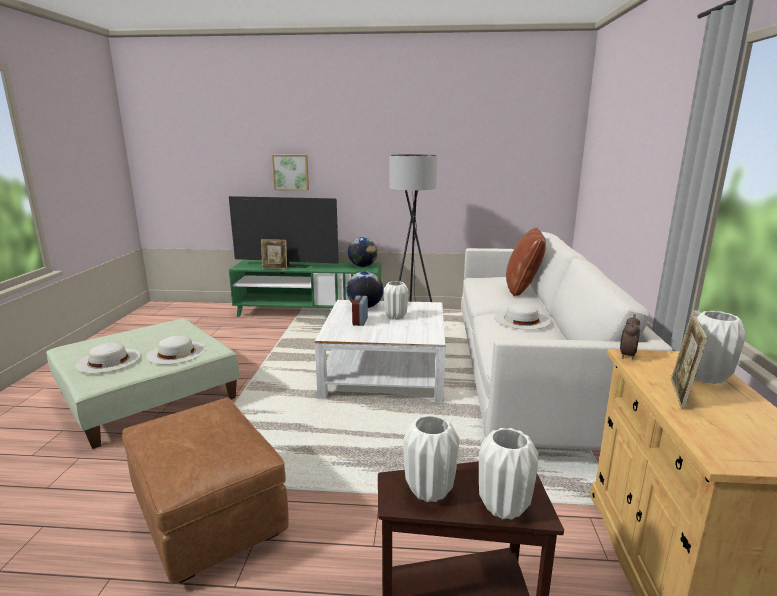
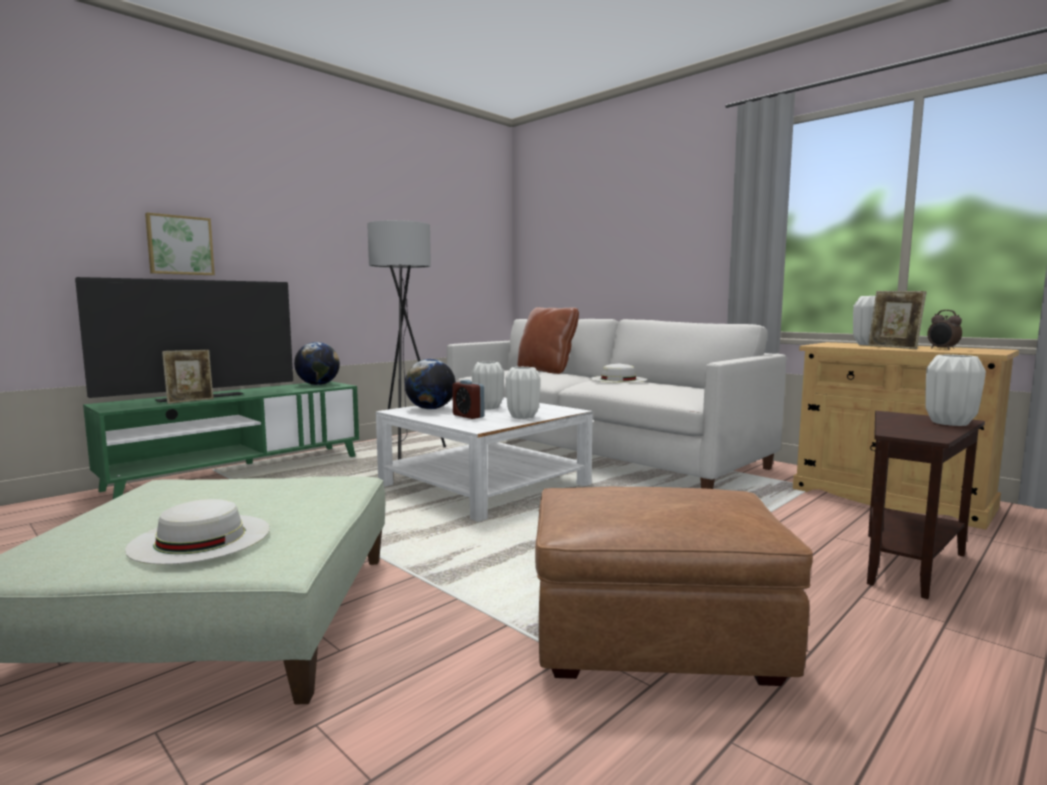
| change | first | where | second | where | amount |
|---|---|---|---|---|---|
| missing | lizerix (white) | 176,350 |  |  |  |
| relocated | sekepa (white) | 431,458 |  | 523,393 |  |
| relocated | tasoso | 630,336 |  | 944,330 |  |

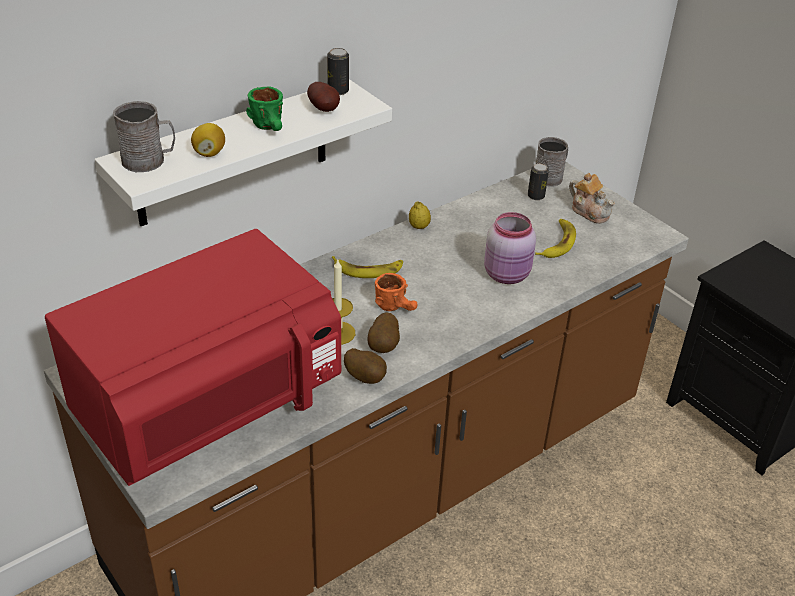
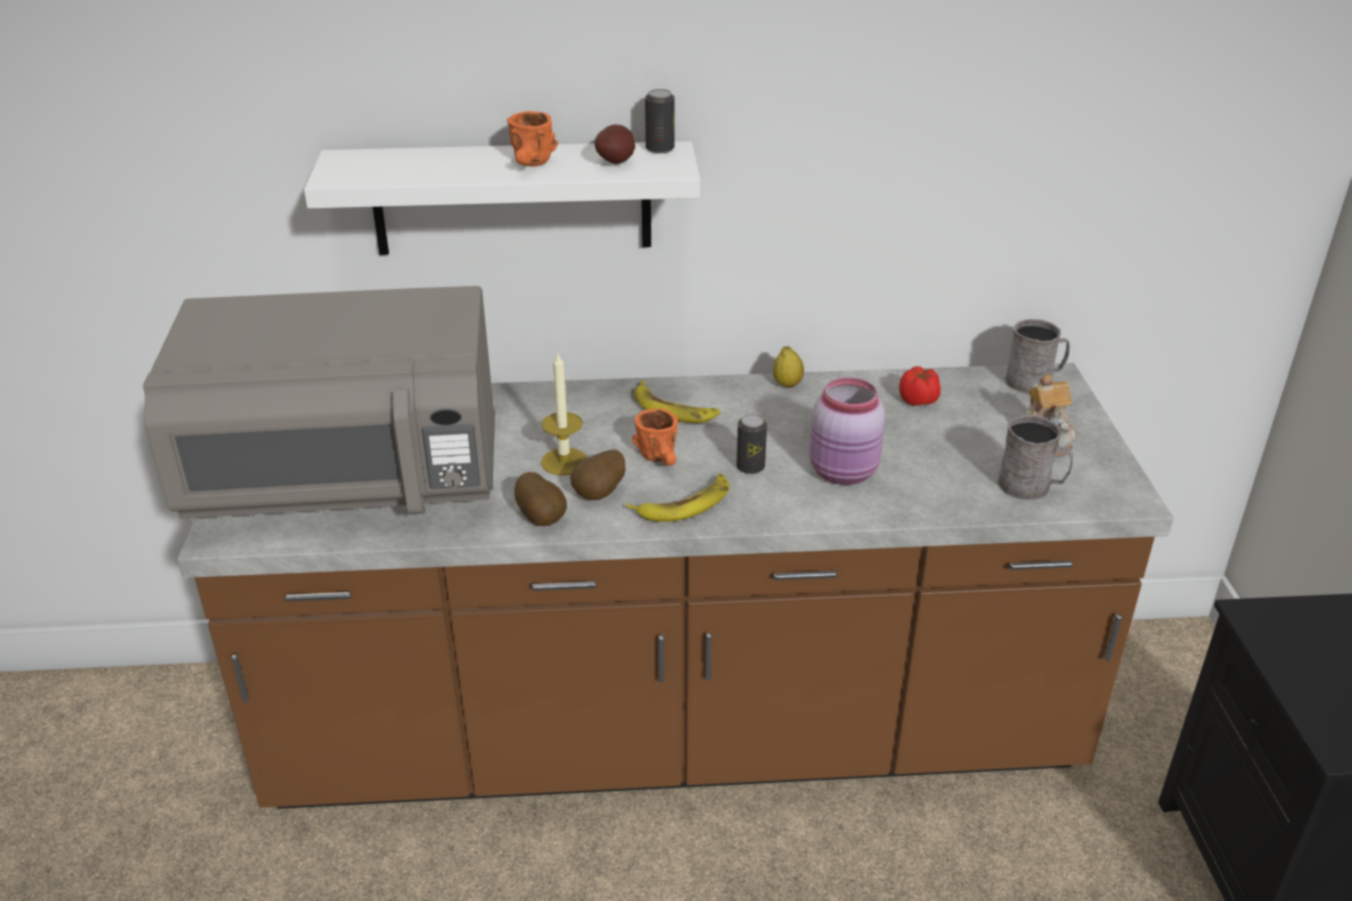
| change | first | where | second | where | amount |
|---|---|---|---|---|---|
| colour | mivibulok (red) | 193,357 | mivibulok (grey) | 319,402 |  |
| relocated | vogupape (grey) | 144,136 |  | 1035,457 |  |
| missing | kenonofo | 208,140 |  |  |  |
| colour | vogupape (green) | 264,109 | vogupape (orange) | 532,139 |  |
| relocated | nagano | 538,181 |  | 751,444 |  |
| relocated | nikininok | 555,238 |  | 677,497 |  |
| appeared |  |  | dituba | 920,386 |  |

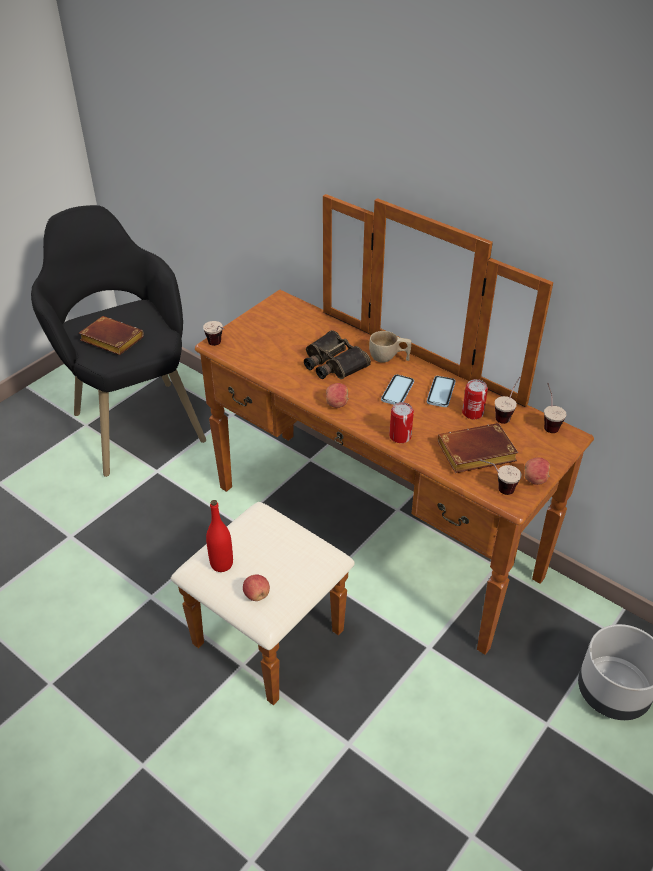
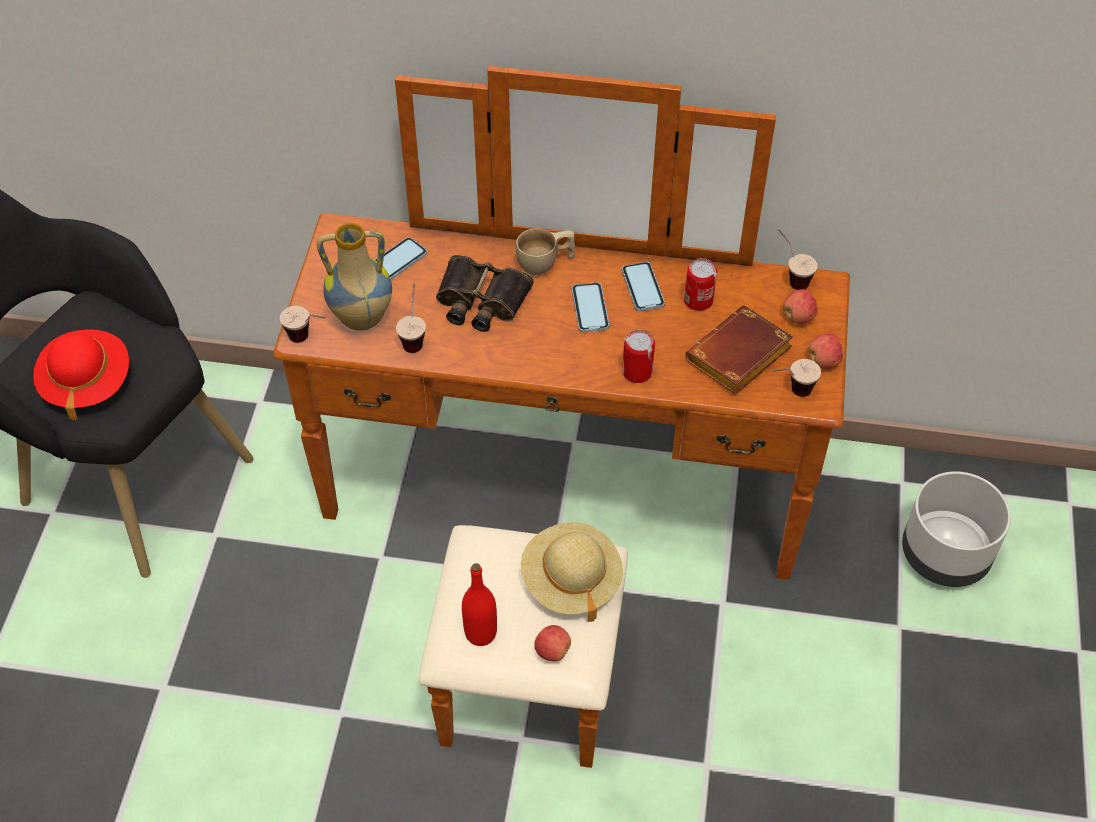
| change | first | where | second | where | amount |
|---|---|---|---|---|---|
| exchanged | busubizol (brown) | 111,335 | lizerix (red) | 81,375 |  |
| relocated | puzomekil | 337,395 |  | 800,306 |  |
| relocated | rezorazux | 507,400 |  | 411,318 |  |
| appeared |  |  | sekepa | 354,277 |  |
| appeared |  |  | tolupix | 401,258 |  |
| appeared |  |  | lizerix (beige) | 572,572 |  |

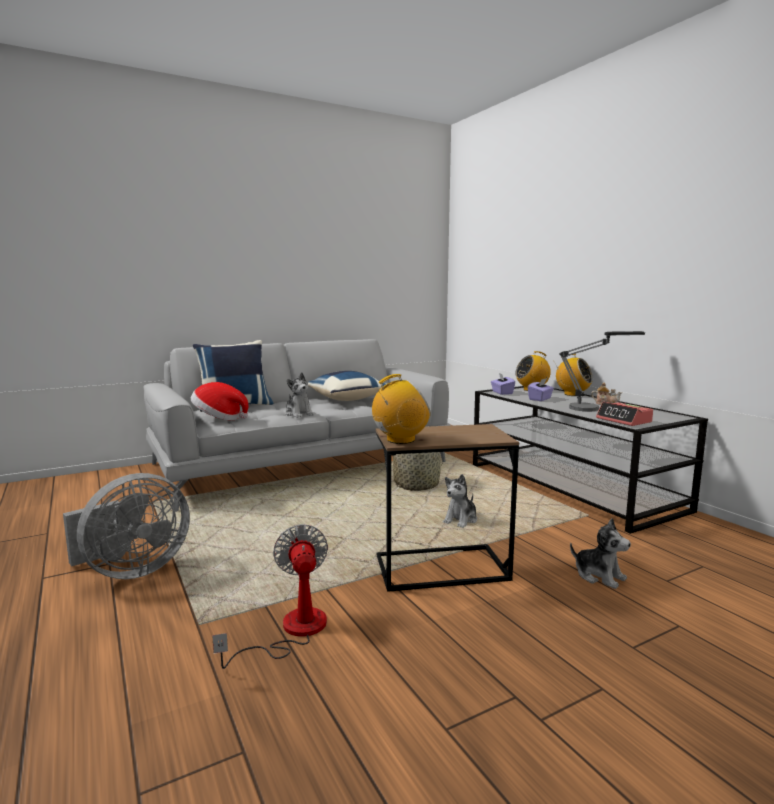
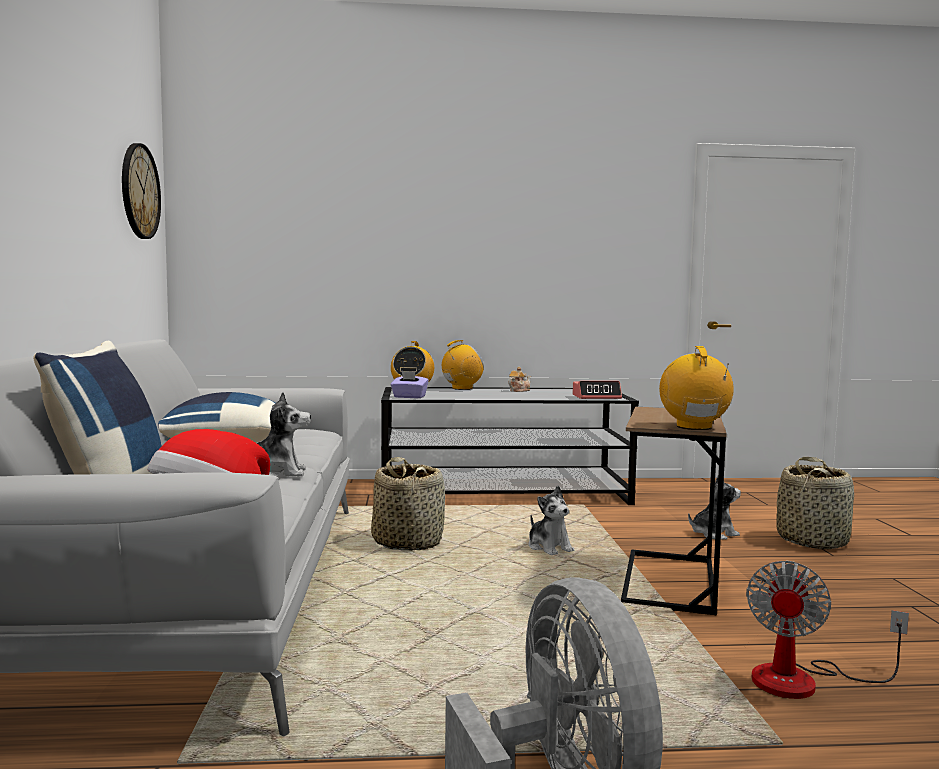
| change | first | where | second | where | amount |
|---|---|---|---|---|---|
| spun | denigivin | 270,596 |  | 827,629 | 75 degrees counterclockwise |
| missing | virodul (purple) | 541,389 |  |  |  |
| missing | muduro | 602,371 |  |  |  |
| appeared |  |  | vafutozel | 141,191 |  |
| appeared |  |  | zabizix | 815,503 |  |

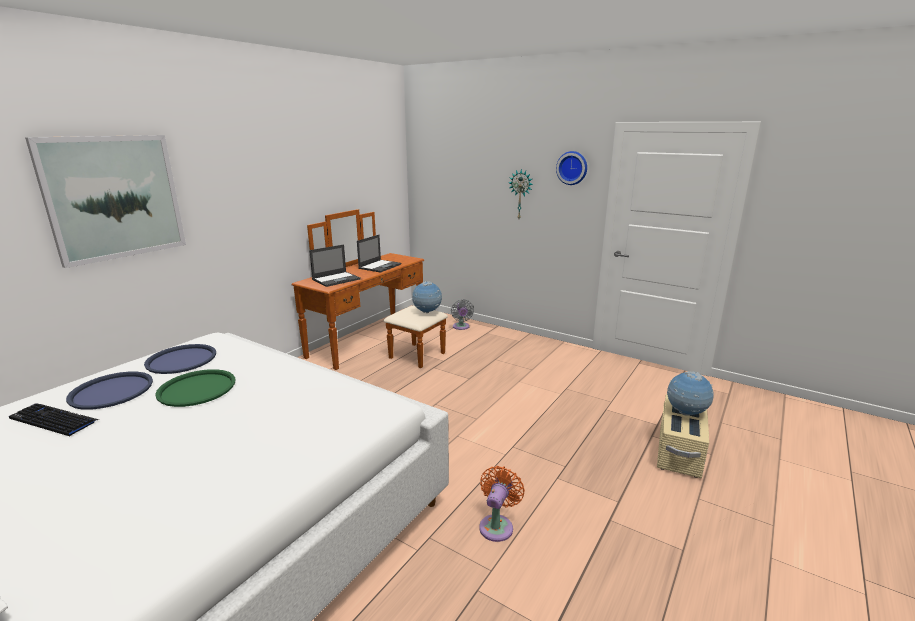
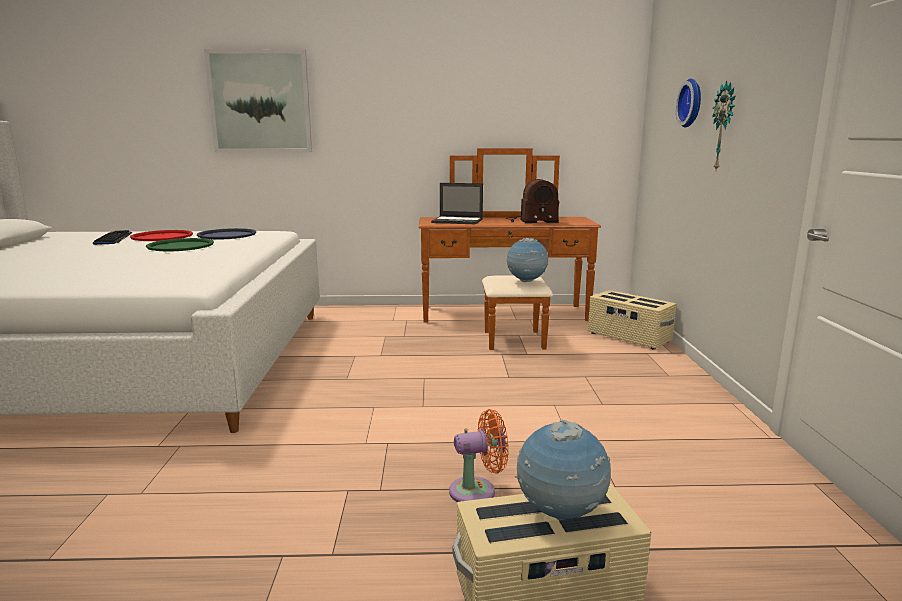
| change | first | where | second | where | amount |
|---|---|---|---|---|---|
| colour | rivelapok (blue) | 109,391 | rivelapok (red) | 161,235 |  |
| exchanged | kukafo | 379,254 | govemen | 535,201 |  |
| exchanged | denigivin (grey) | 462,314 | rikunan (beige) | 632,320 |  |
| relocated | denigivin (orange) | 502,504 |  | 479,455 |  |
| relocated | vafutozel | 571,168 |  | 688,103 |  |

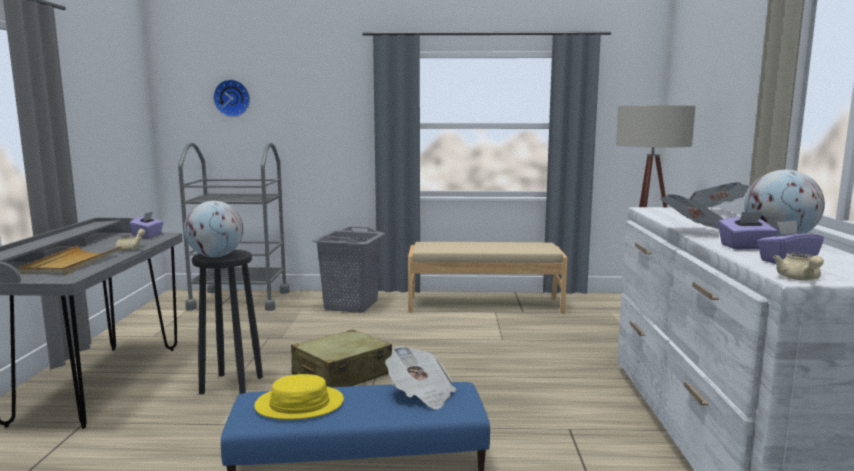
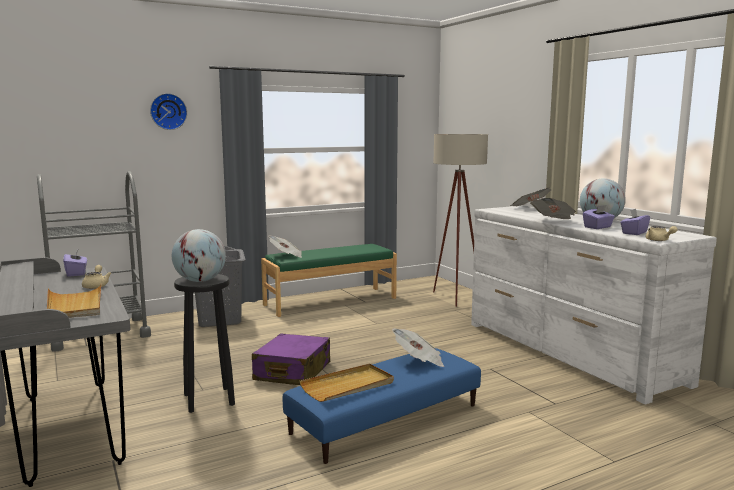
| change | first | where | second | where | amount |
|---|---|---|---|---|---|
| relocated | vafutozel | 231,98 |  | 168,111 |  |
| exchanged | lizerix (yellow) | 299,396 | rivelapok (beige) | 347,383 |  |
| colour | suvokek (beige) | 341,358 | suvokek (purple) | 291,359 |  |
| colour | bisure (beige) | 488,278 | bisure (green) | 329,280 |  |
| appeared |  |  | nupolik | 285,246 |  |

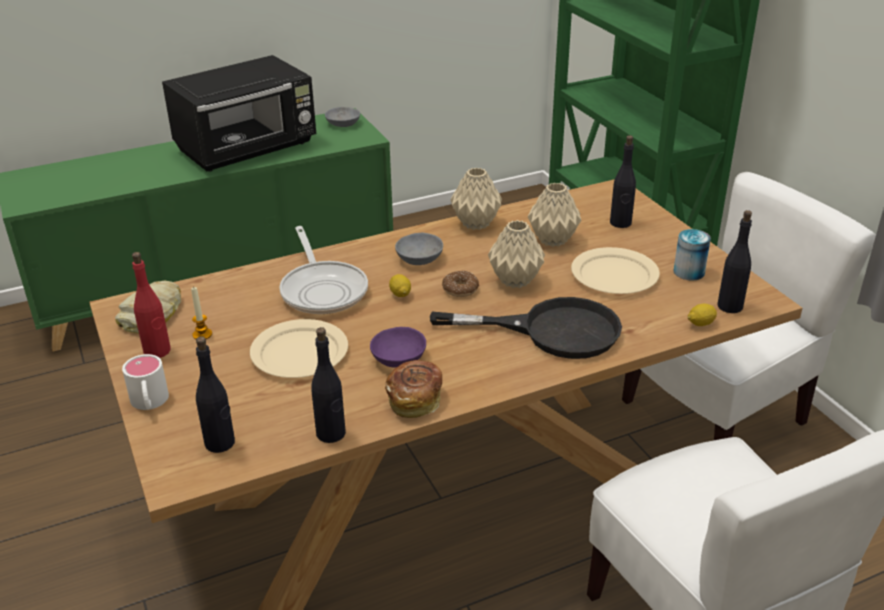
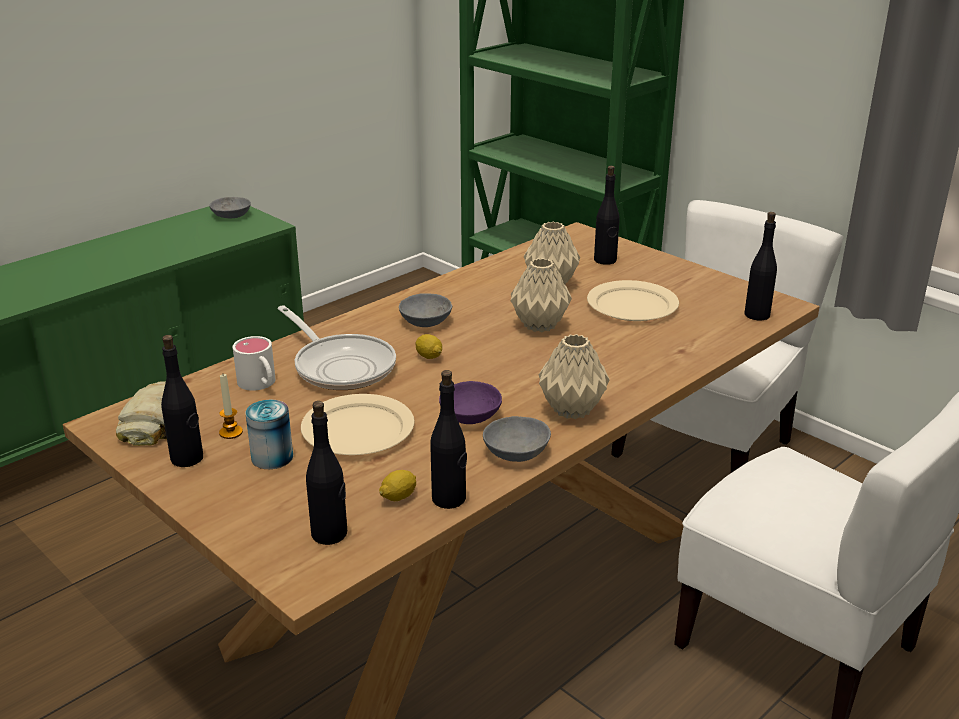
| change | first | where | second | where | amount |
|---|---|---|---|---|---|
| relocated | vogupape (white) | 145,382 |  | 254,363 |  |
| colour | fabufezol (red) | 151,305 | fabufezol (black) | 182,401 |  |
| missing | mivibulok (black) | 239,113 |  |  |  |
| exchanged | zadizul | 413,389 | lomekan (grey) | 517,439 |  |
| missing | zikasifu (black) | 526,328 |  |  |  |
| missing | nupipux | 460,284 |  |  |  |
| relocated | sekepa (beige) | 476,198 |  | 574,376 |  |
| relocated | nagano | 692,255 |  | 269,434 |  |
| relocated | kenonofo | 702,315 |  | 397,485 |  |

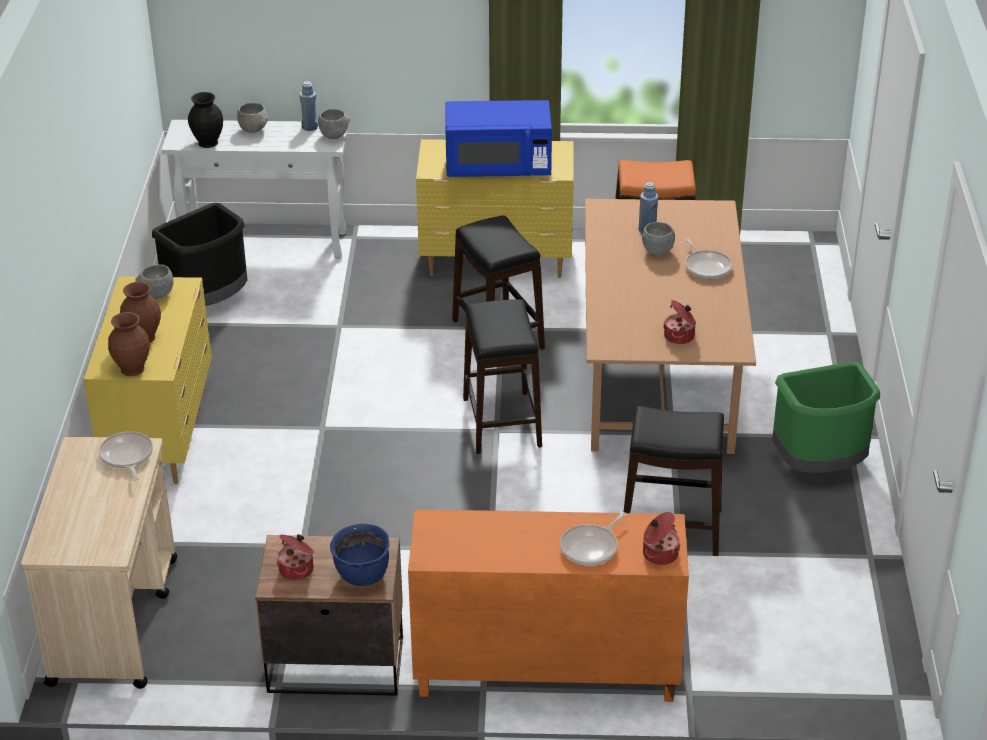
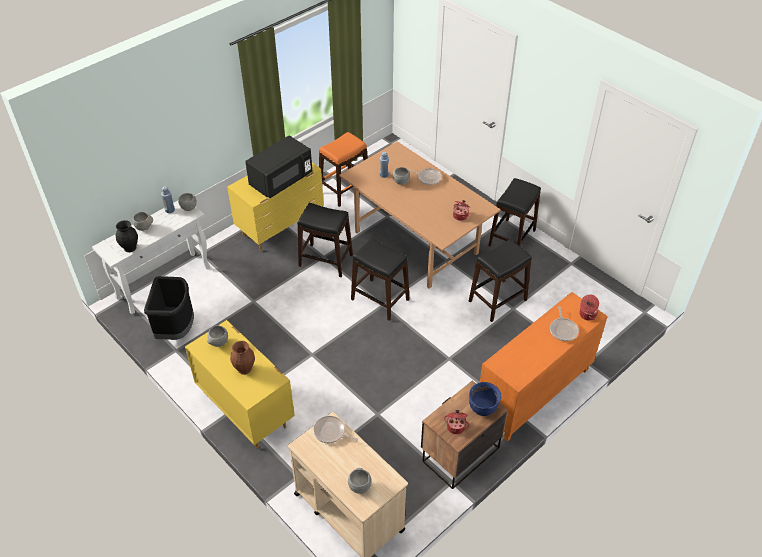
| change | first | where | second | where | amount |
|---|---|---|---|---|---|
| missing | sekepa (brown) | 129,344 |  |  |  |
| colour | mivibulok (blue) | 498,138 | mivibulok (black) | 278,166 |  |
| exchanged | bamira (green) | 826,417 | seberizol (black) | 514,212 |  |
| appeared |  |  | lomekan (grey) | 360,481 |  |

